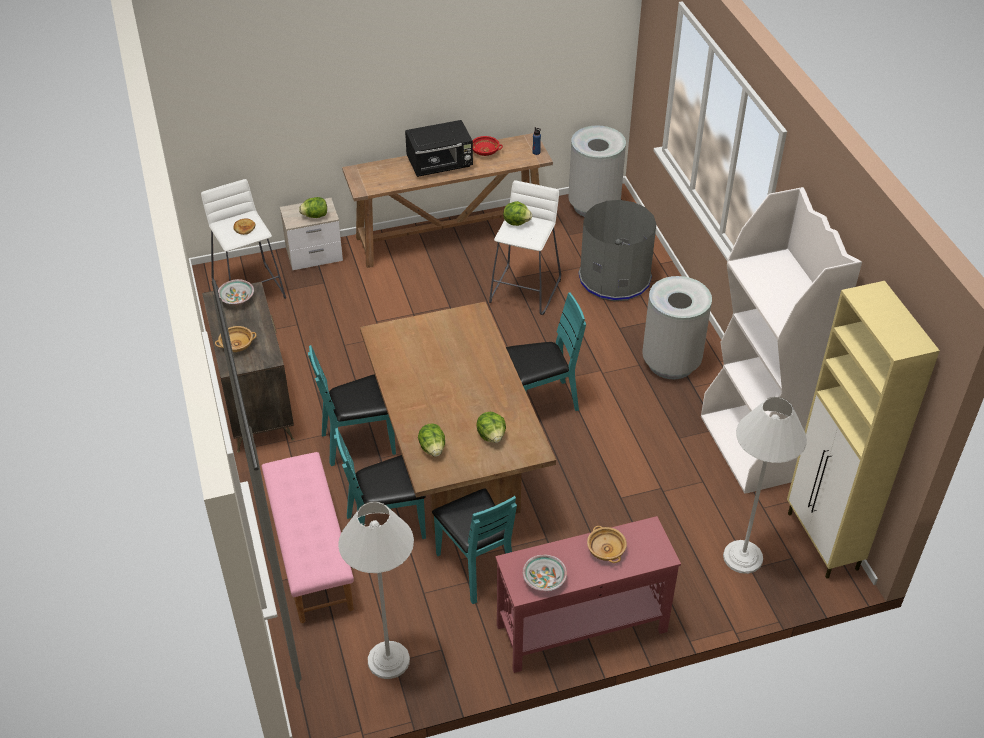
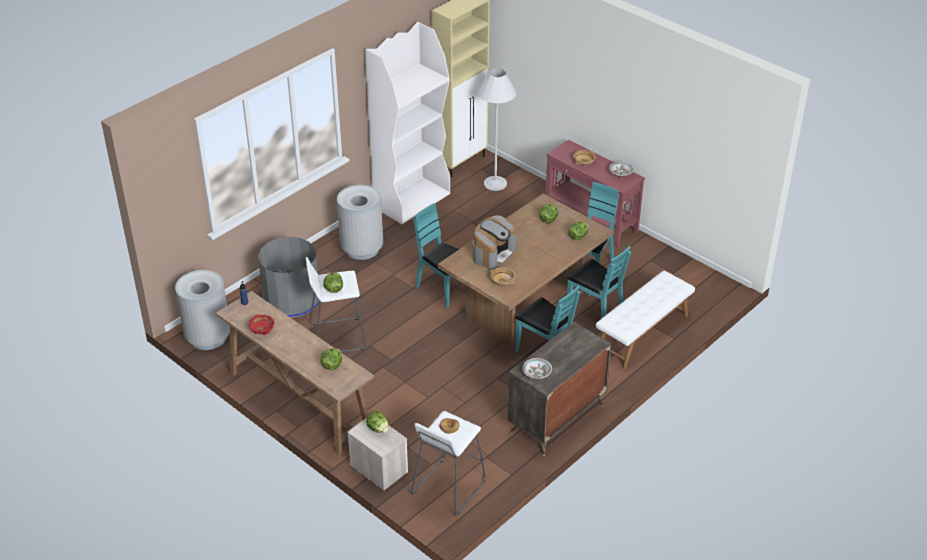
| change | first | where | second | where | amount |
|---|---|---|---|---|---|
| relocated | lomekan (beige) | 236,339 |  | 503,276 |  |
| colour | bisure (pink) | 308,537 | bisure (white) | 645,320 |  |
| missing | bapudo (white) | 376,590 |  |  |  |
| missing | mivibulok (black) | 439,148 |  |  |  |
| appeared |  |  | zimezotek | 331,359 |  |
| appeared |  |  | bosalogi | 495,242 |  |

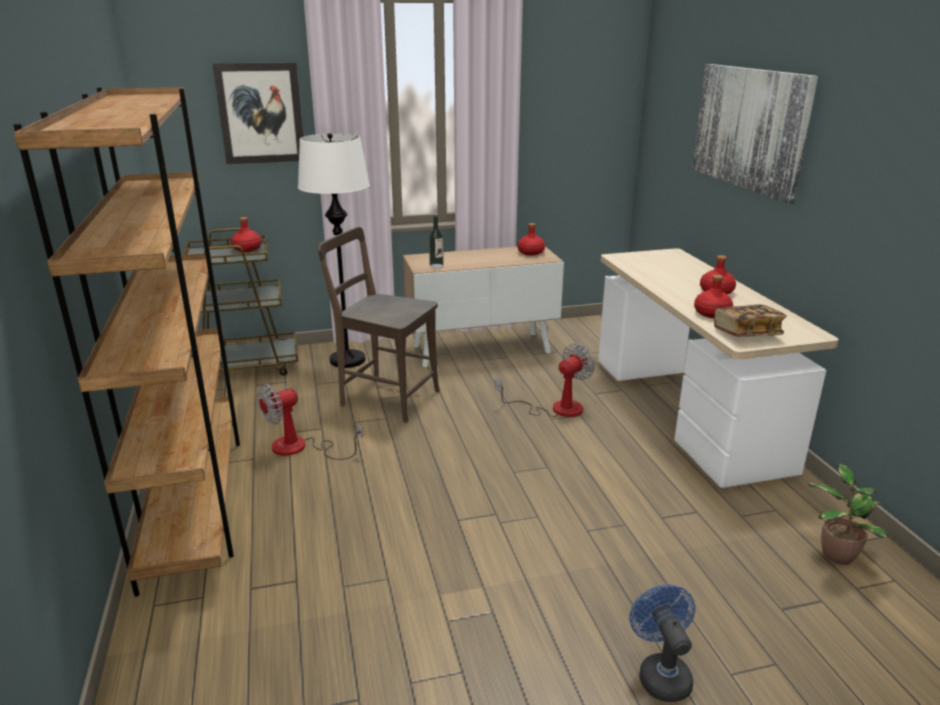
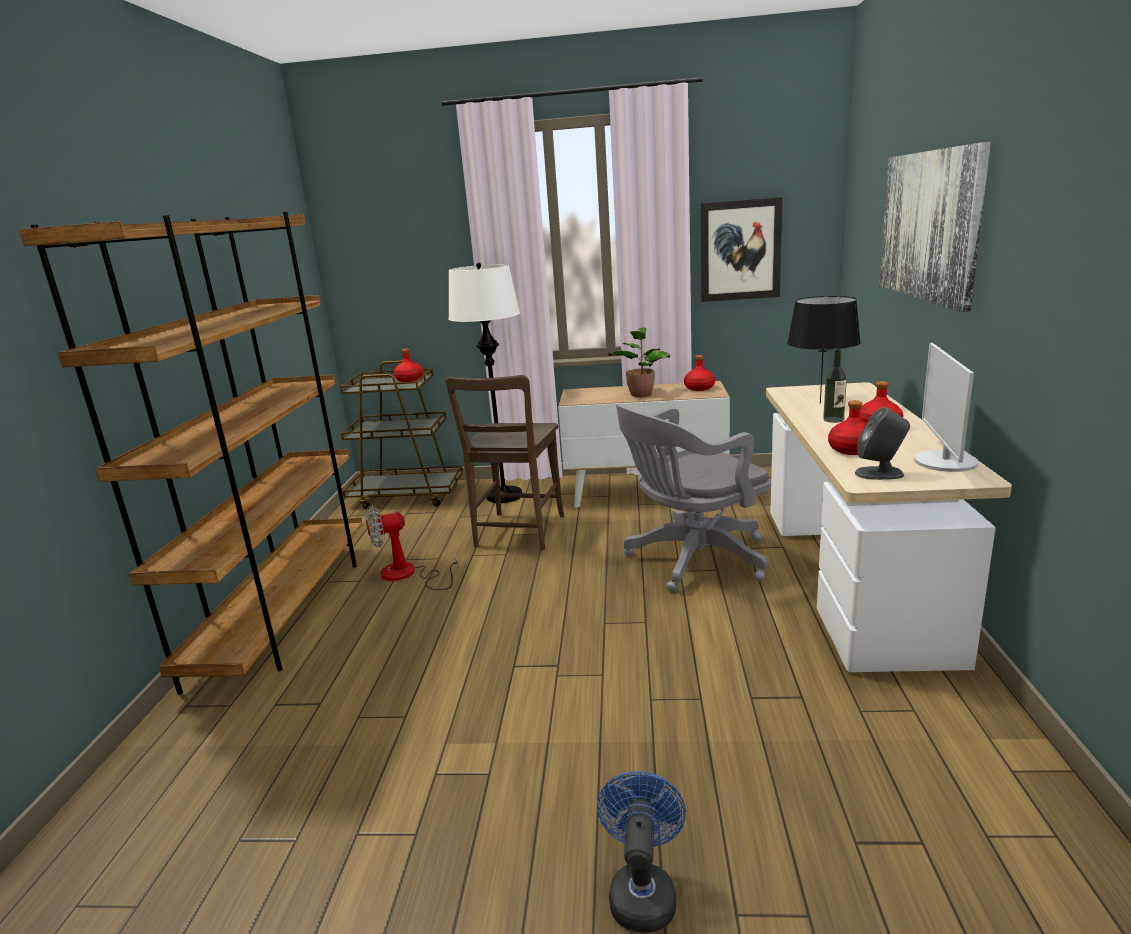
| change | first | where | second | where | amount |
|---|---|---|---|---|---|
| relocated | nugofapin | 258,113 |  | 741,249 |  |
| spun | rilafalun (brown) | 378,325 |  | 505,462 | 120 degrees counterclockwise |
| relocated | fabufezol | 436,241 |  | 835,385 |  |
| exchanged | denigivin | 545,380 | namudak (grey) | 693,498 |  |
| exchanged | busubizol | 750,321 | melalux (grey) | 882,443 |  |
| relocated | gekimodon | 848,514 |  | 639,362 |  |
| appeared |  |  | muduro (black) | 824,350 |  |
| appeared |  |  | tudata | 946,407 |  |

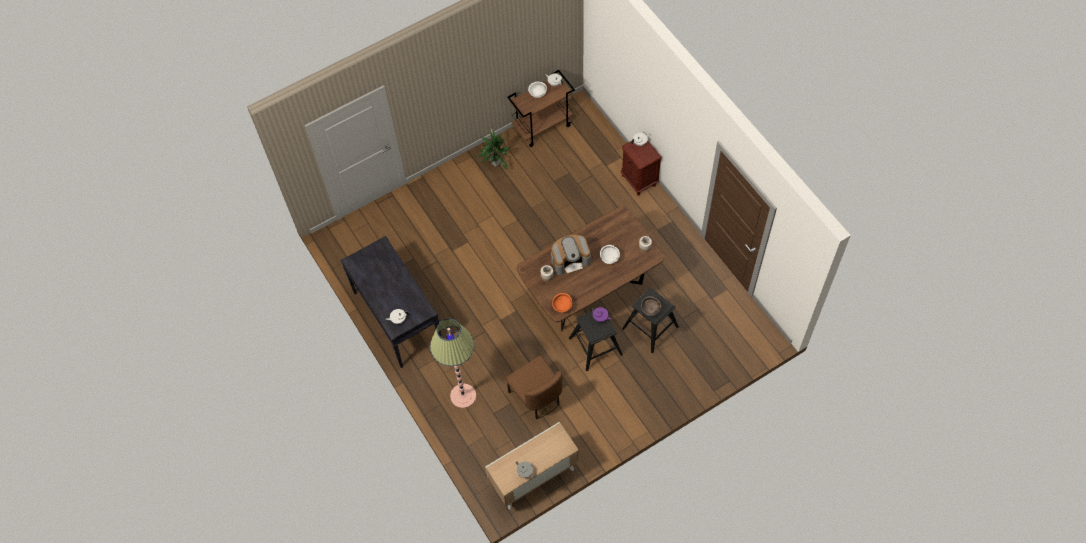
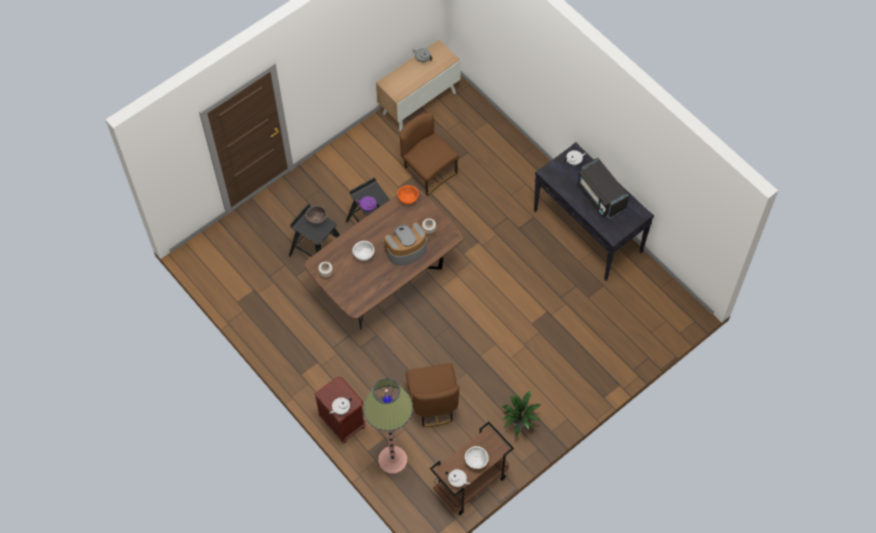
| change | first | where | second | where | amount |
|---|---|---|---|---|---|
| relocated | bapudo | 453,363 |  | 388,426 |  |
| appeared |  |  | rilafalun (brown) | 432,395 |  |
| appeared |  |  | mivibulok (black) | 603,188 |  |

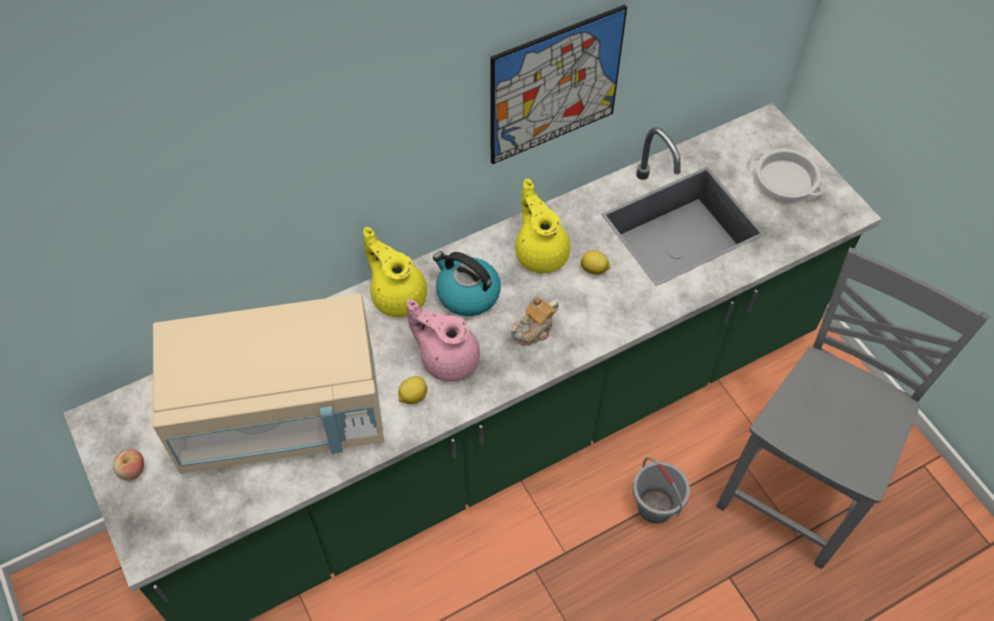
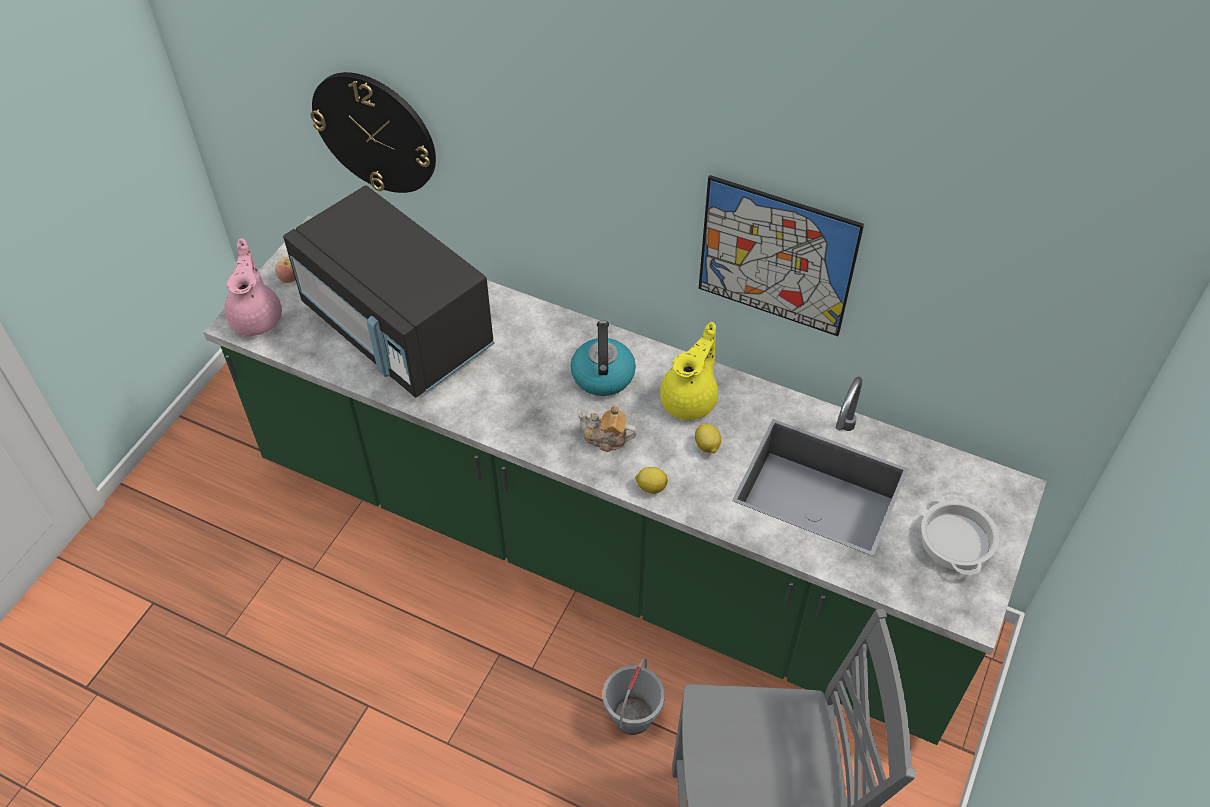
| change | first | where | second | where | amount |
|---|---|---|---|---|---|
| colour | mivibulok (beige) | 268,384 | mivibulok (black) | 389,291 |  |
| missing | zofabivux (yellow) | 395,272 |  |  |  |
| relocated | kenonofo | 412,390 |  | 651,480 |  |
| relocated | zofabivux (pink) | 443,340 |  | 253,287 |  |
| appeared |  |  | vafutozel | 373,132 |  |

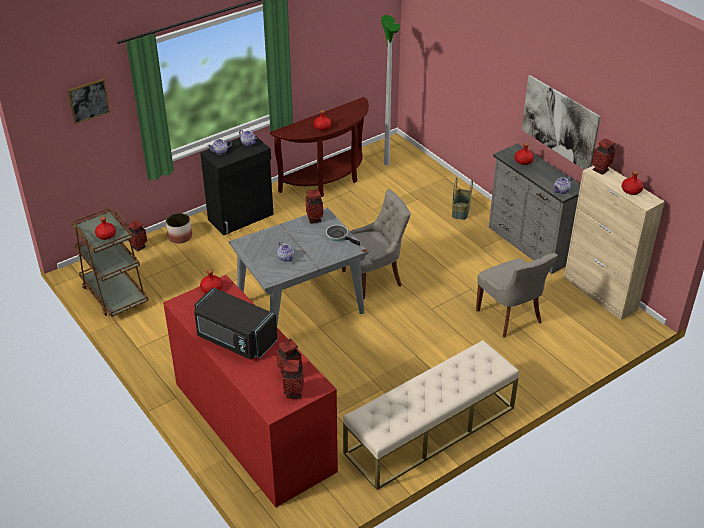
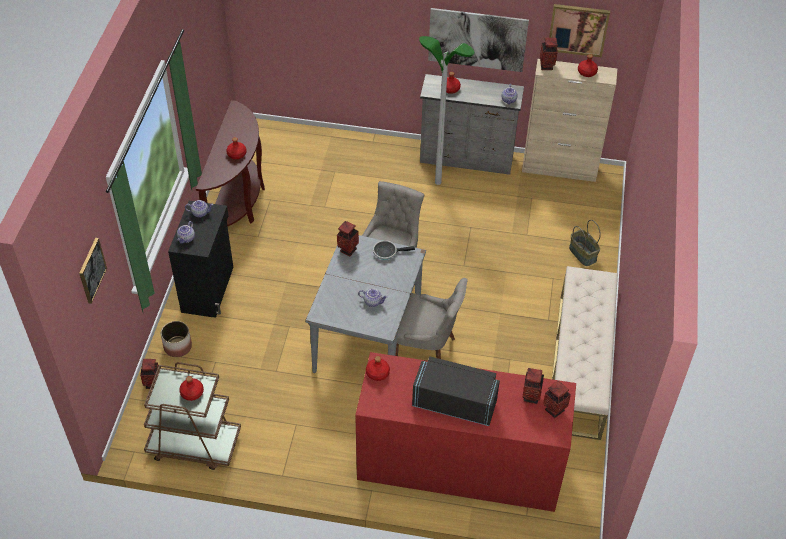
| change | first | where | second | where | amount |
|---|---|---|---|---|---|
| spun | mivibulok (black) | 236,323 |  | 456,391 | 150 degrees counterclockwise |
| relocated | bapudo | 390,90 |  | 446,110 |  |
| relocated | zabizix | 462,198 |  | 585,243 |  |
| relocated | rilafalun (grey) | 517,295 |  | 431,318 |  |
| appeared |  |  | nugofapin | 579,31 |  |

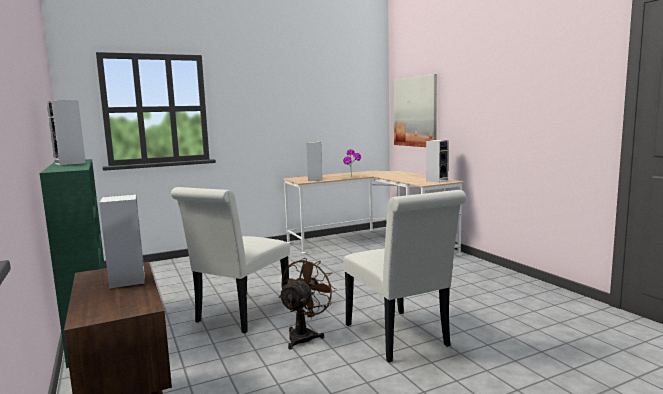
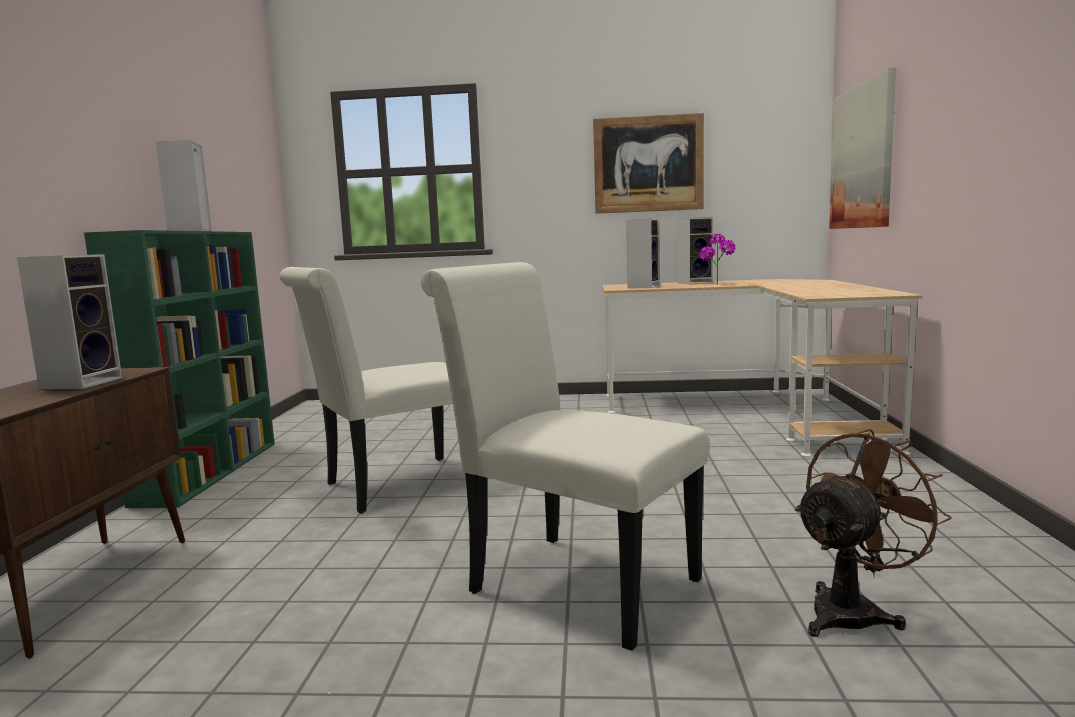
| change | first | where | second | where | amount |
|---|---|---|---|---|---|
| relocated | denigivin (brown) | 308,304 |  | 873,533 |  |
| spun | rilafalun (white) | 404,276 |  | 565,456 | 120 degrees clockwise |
| relocated | melalux | 437,161 |  | 695,251 |  |
| appeared |  |  | nugofapin | 648,163 |  |

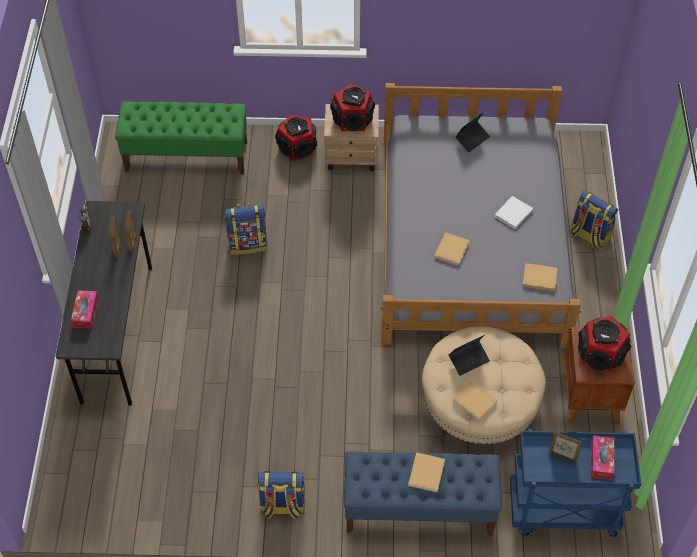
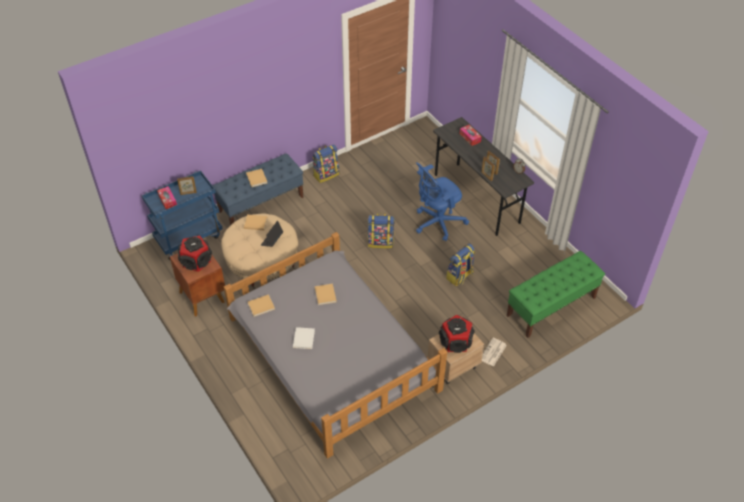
| change | first | where | second | where | amount |
|---|---|---|---|---|---|
| exchanged | melalux | 296,138 | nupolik | 494,352 |  |
| missing | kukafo | 472,132 |  |  |  |
| relocated | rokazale | 594,220 |  | 381,231 |  |
| appeared |  |  | namudak (blue) | 442,201 |  |

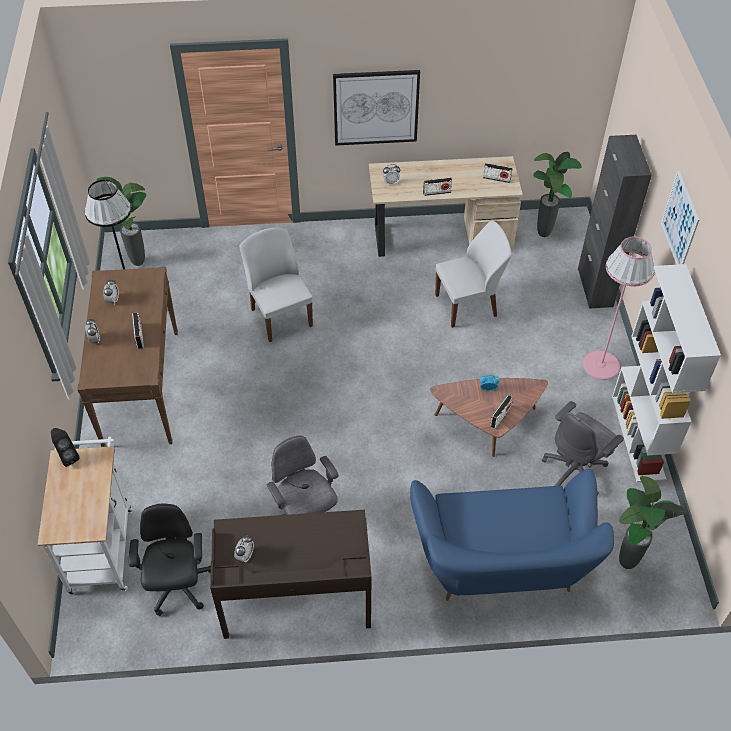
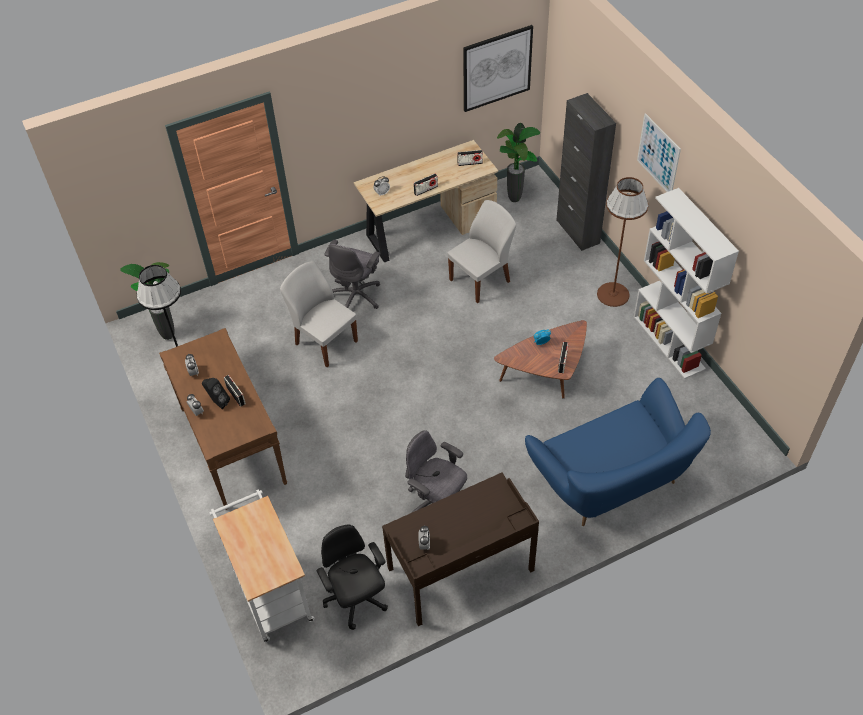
| change | first | where | second | where | amount |
|---|---|---|---|---|---|
| relocated | melalux (black) | 65,447 |  | 216,393 |  |
| relocated | nugofapin | 376,108 |  | 498,68 |  |
| relocated | namudak (grey) | 583,448 |  | 352,274 |  |
| colour | bapudo (pink) | 619,308 | bapudo (brown) | 622,242 |  |
| missing | gekimodon | 652,522 |  |  |  |

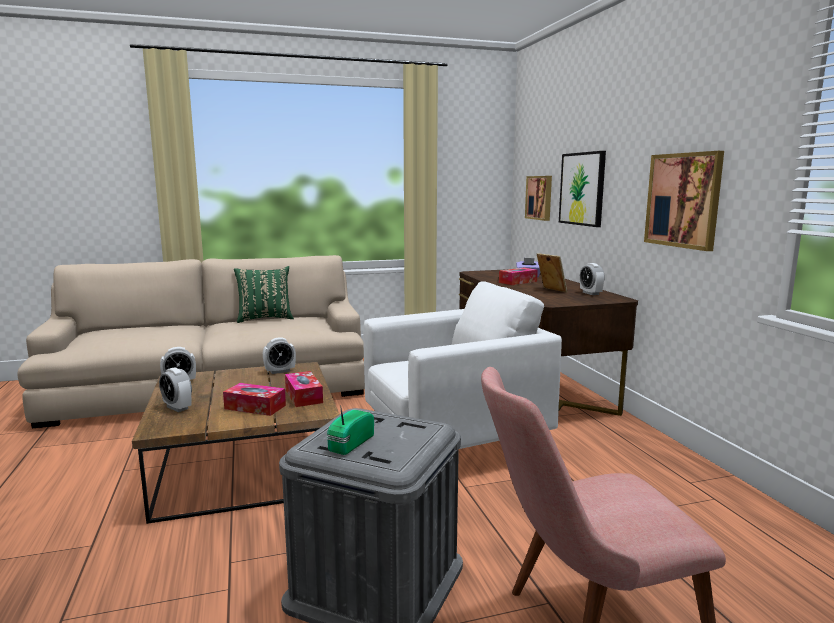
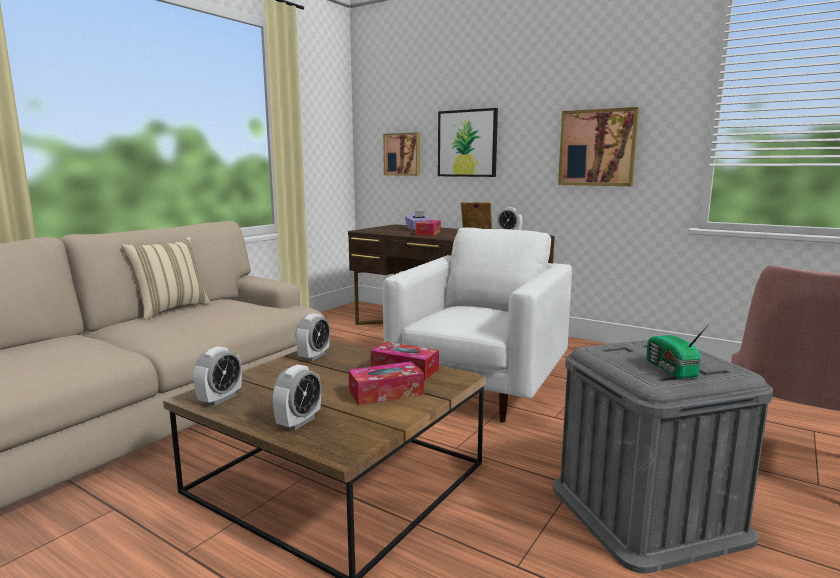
| change | first | where | second | where | amount |
|---|---|---|---|---|---|
| spun | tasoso | 175,389 |  | 297,397 | 60 degrees counterclockwise |
| colour | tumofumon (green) | 264,294 | tumofumon (beige) | 166,278 |  |

